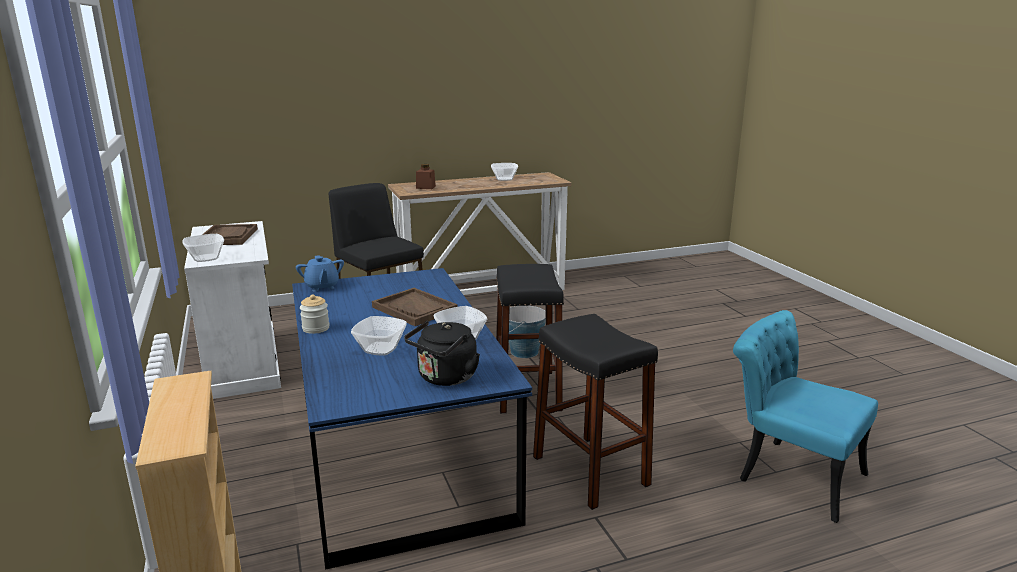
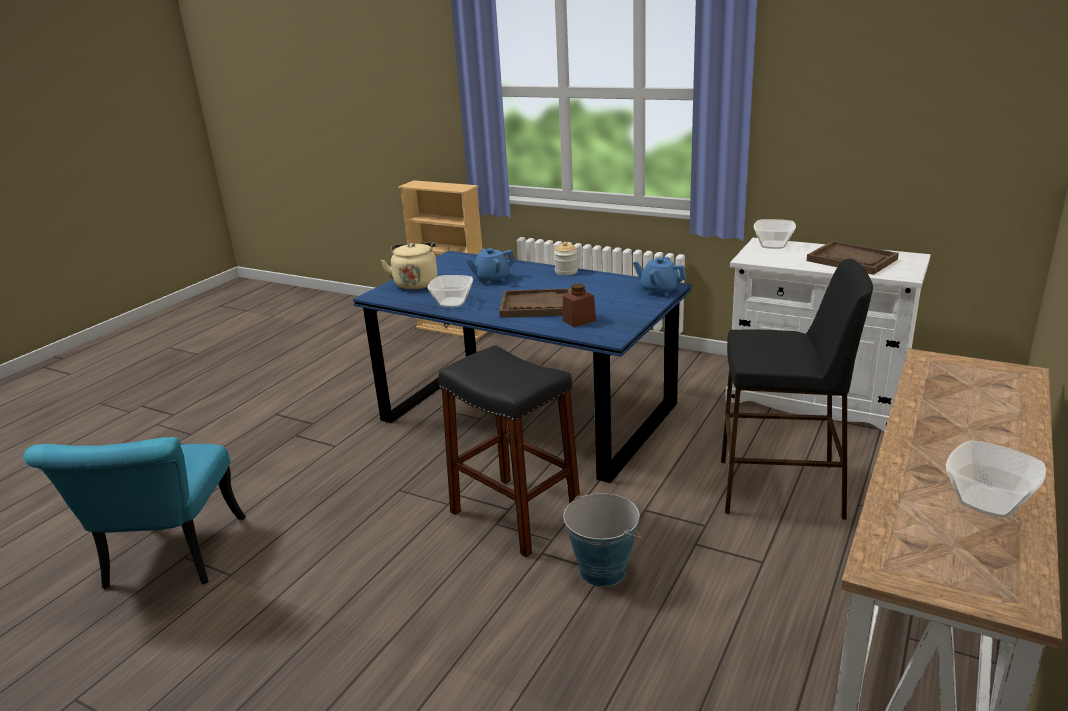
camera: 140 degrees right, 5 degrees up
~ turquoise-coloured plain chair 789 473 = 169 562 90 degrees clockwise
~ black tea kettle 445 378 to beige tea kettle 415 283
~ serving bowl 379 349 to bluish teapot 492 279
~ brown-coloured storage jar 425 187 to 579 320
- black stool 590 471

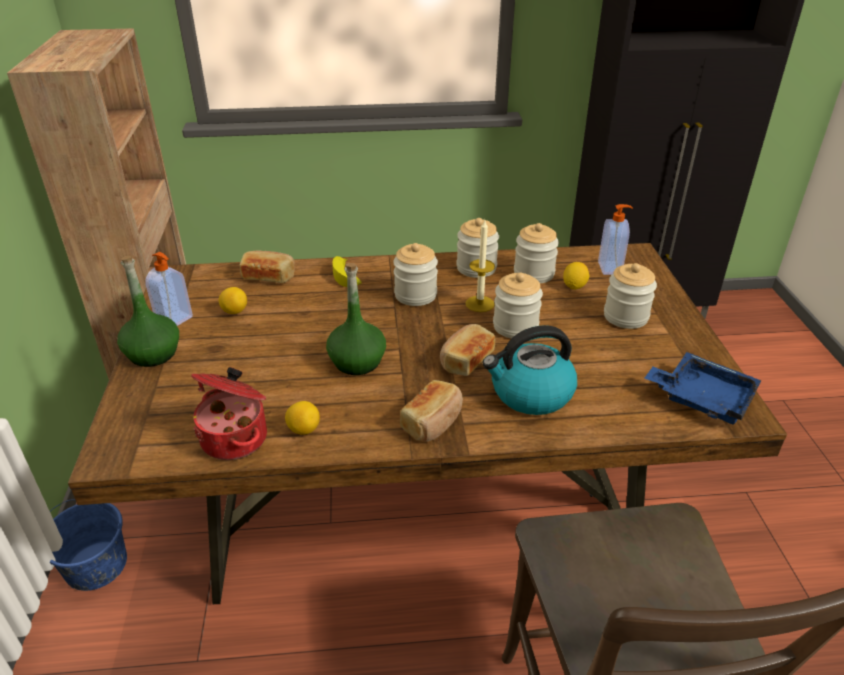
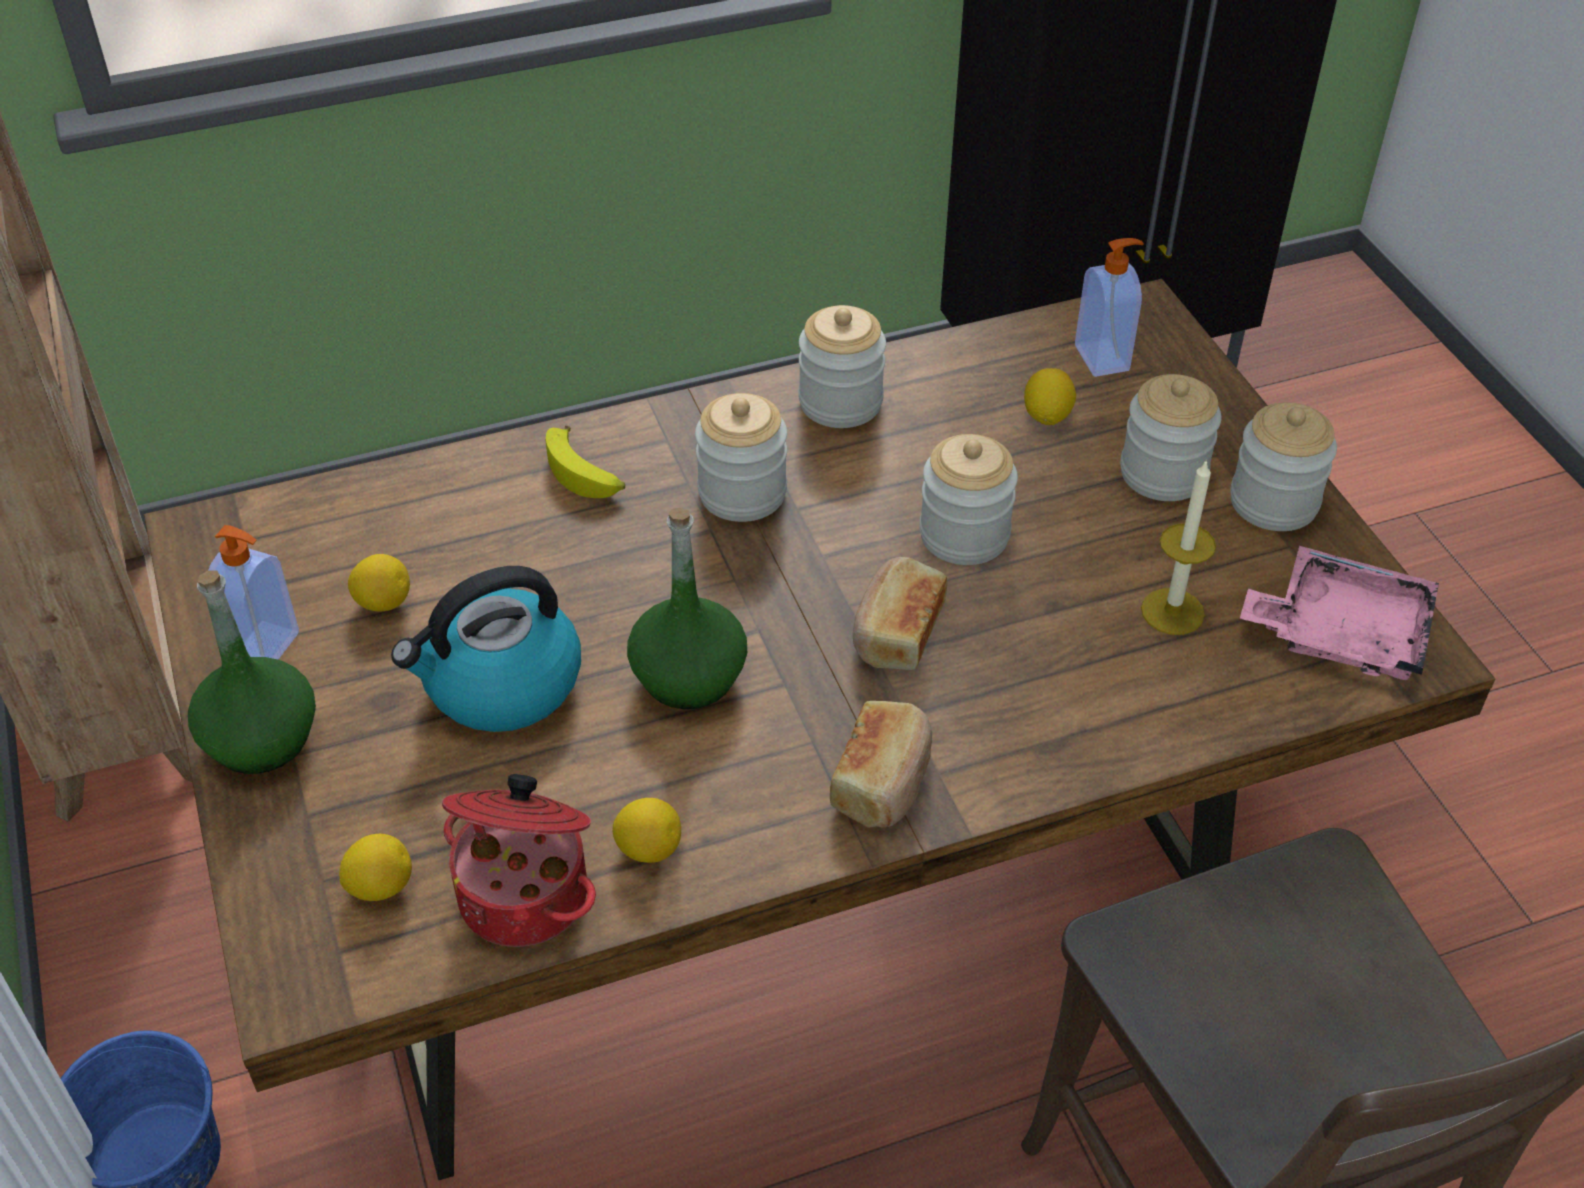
camera: 15 degrees left, 10 degrees up
+ lemon 380 886
~ tea kettle 530 393 to 501 685
~ wax light 480 304 to 1172 611
~ storage jar 534 273 to 1273 502
~ bluish tray 702 398 to pink-coloured tray 1341 632
- bakery bread 269 276

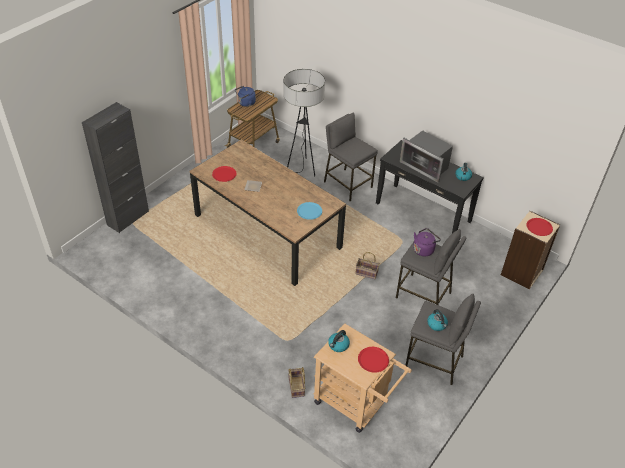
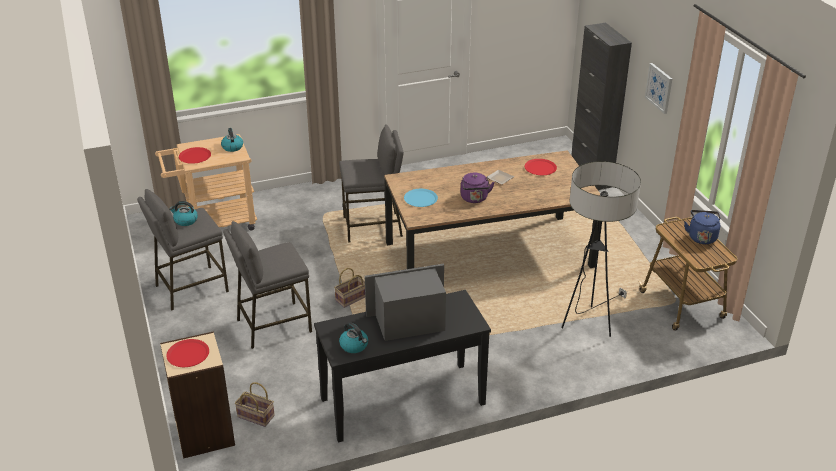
camera: 125 degrees right, 10 degrees down
~ household basket 297 387 to 254 416
~ greyish stool 347 184 to 373 228
~ purple tea kettle 424 249 to 474 199
+ wall art 659 88

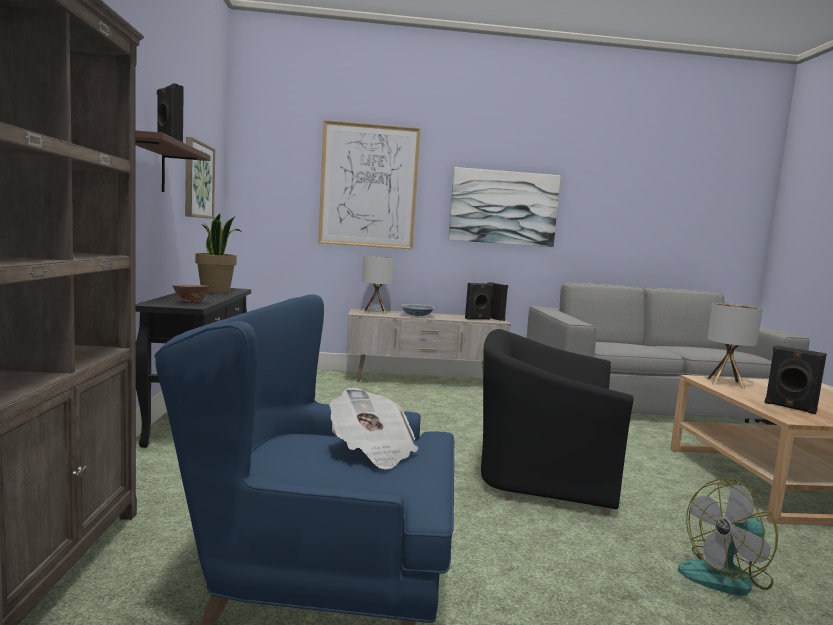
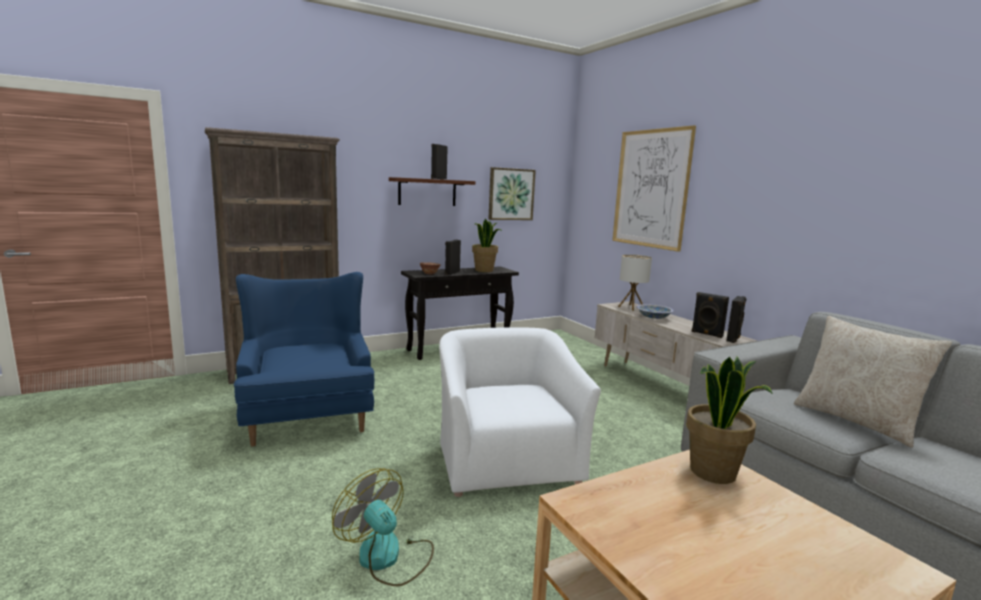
camera: 65 degrees right, 5 degrees up
~ black easy chair 541 474 to white easy chair 506 461
~ black audio speaker 789 407 to 451 273
~ tabletop lamp 725 383 to potted plant 713 472
+ beige throw pillow 856 421
- daily paper 372 450
- wall art 503 207

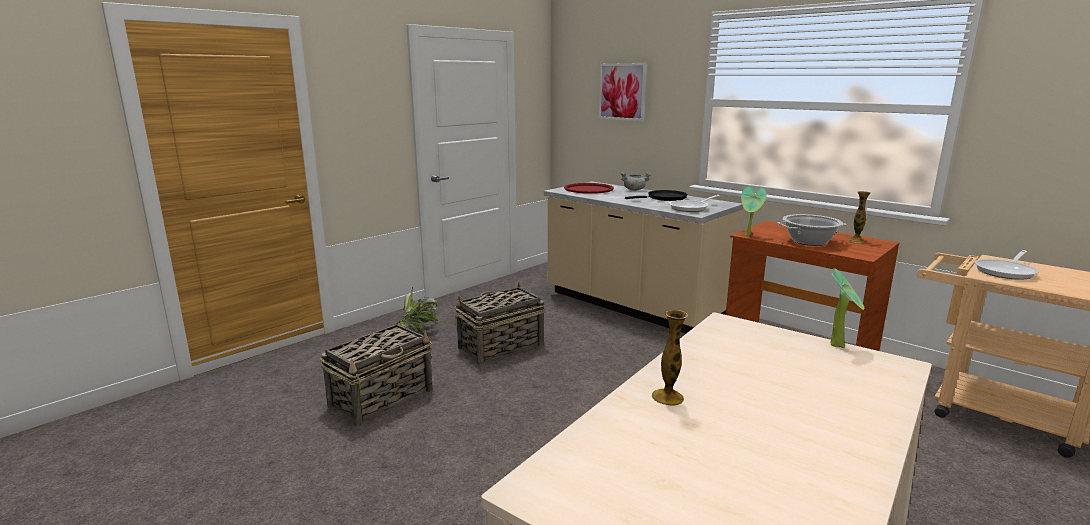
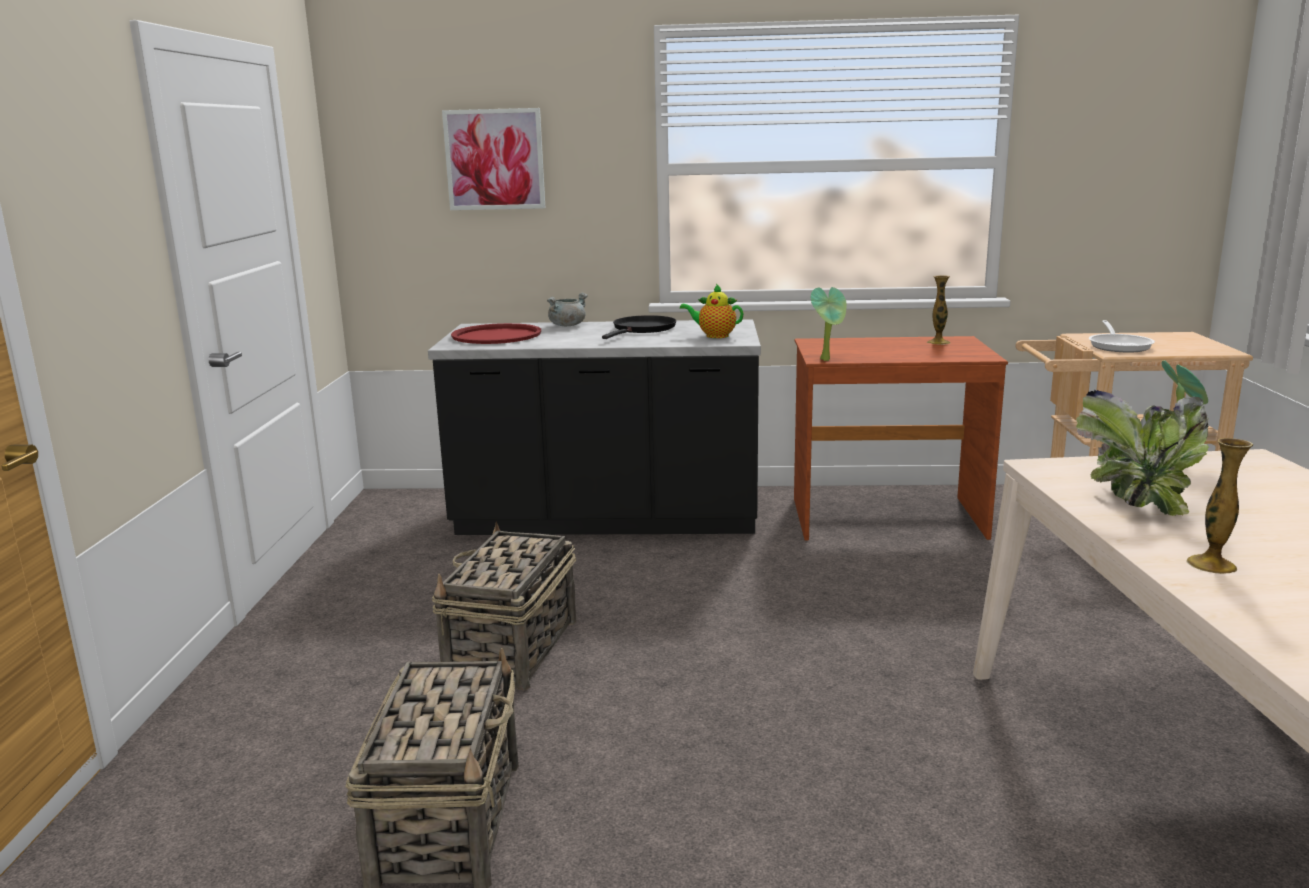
camera: 40 degrees left, 0 degrees up
~ beige kitchen counter 633 306 to black kitchen counter 607 520
~ frying pan 691 208 to teapot 714 336
~ potted plant 418 331 to 1140 502
- stockpot 809 241

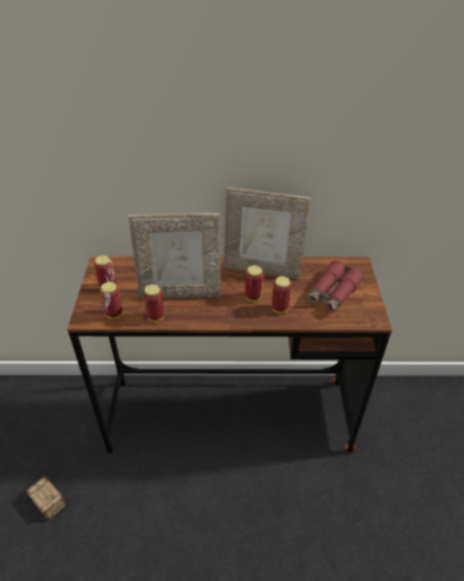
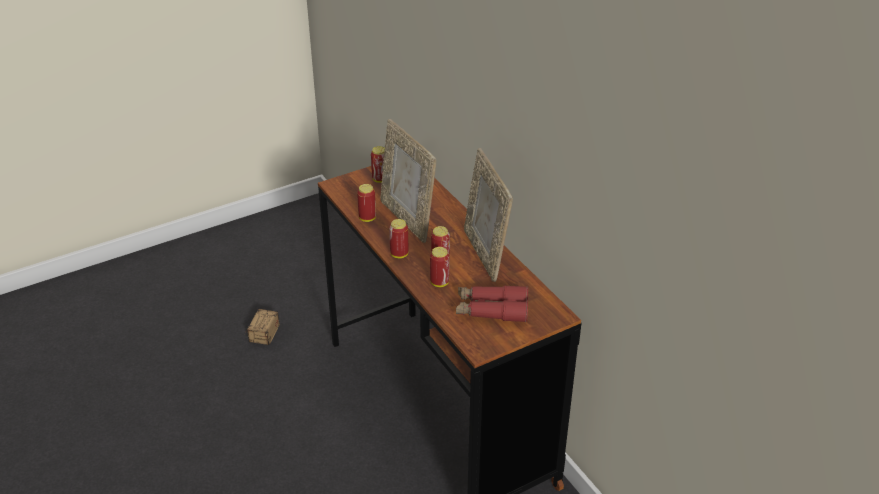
camera: 60 degrees right, 5 degrees down
~ sealed can 114 314 to 399 254

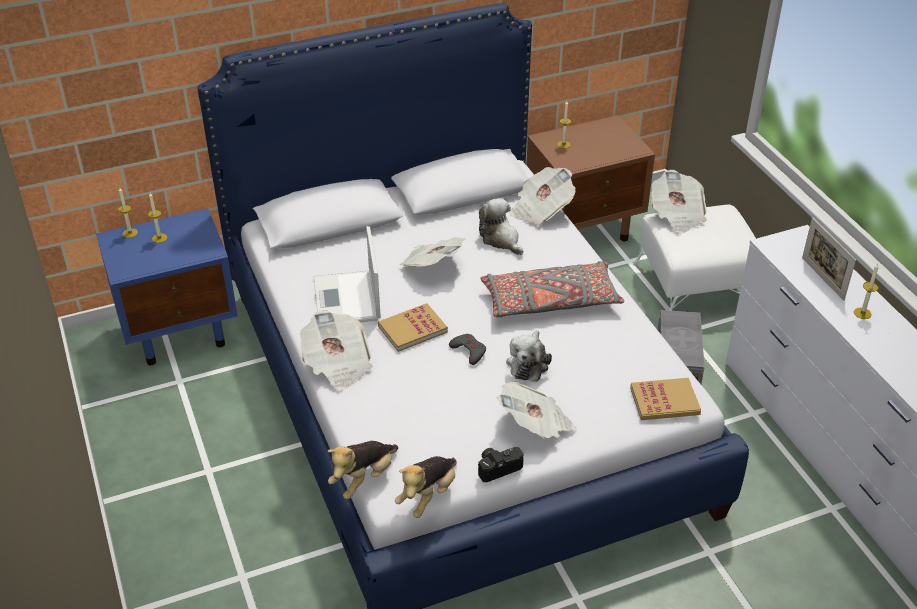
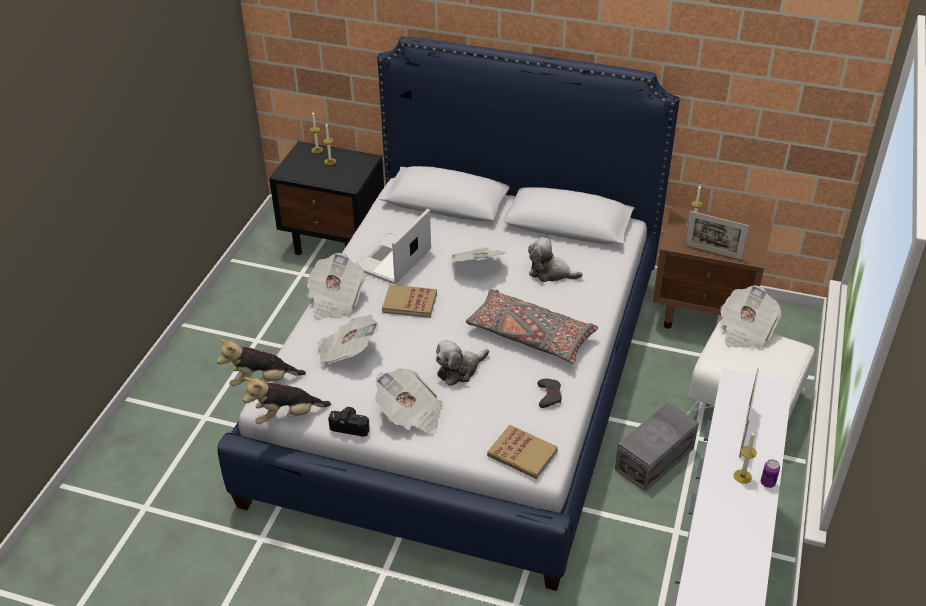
camera: 40 degrees right, 0 degrees up
~ bluish bedside table 181 332 to black bedside table 335 242
~ daily paper 540 210 to 347 352
~ cuddly toy 501 239 = 550 272 75 degrees counterclockwise
~ greyish game controller 469 351 to 549 395
+ photo frame 713 252
+ sealed can 767 483

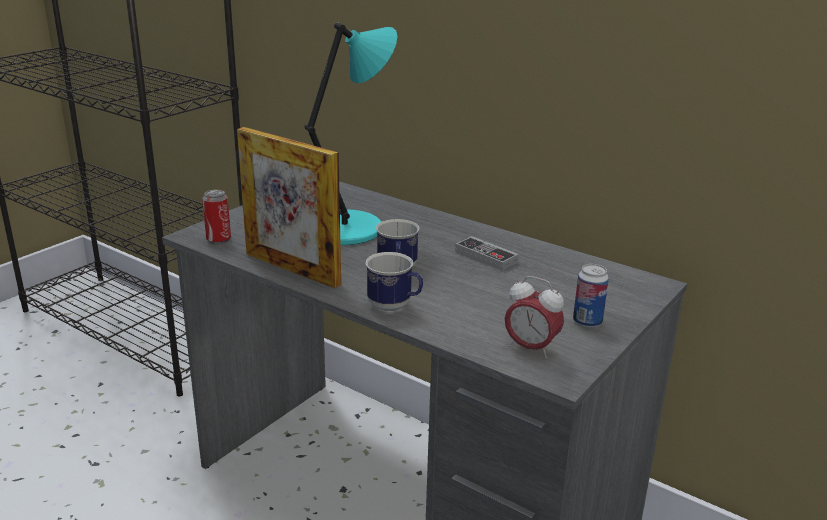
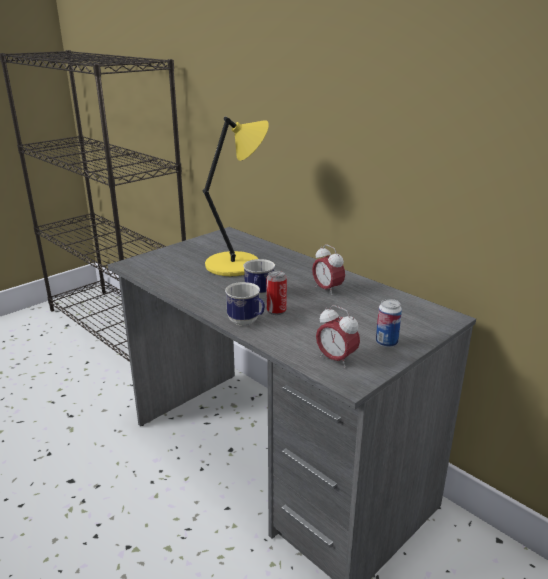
camera: 10 degrees right, 0 degrees up
~ turquoise-coloured tabletop lamp 348 228 to yellow tabletop lamp 236 264
~ sealed can 218 239 to 276 311
~ game controller 486 256 to bedside clock 327 290
- photo frame 292 269

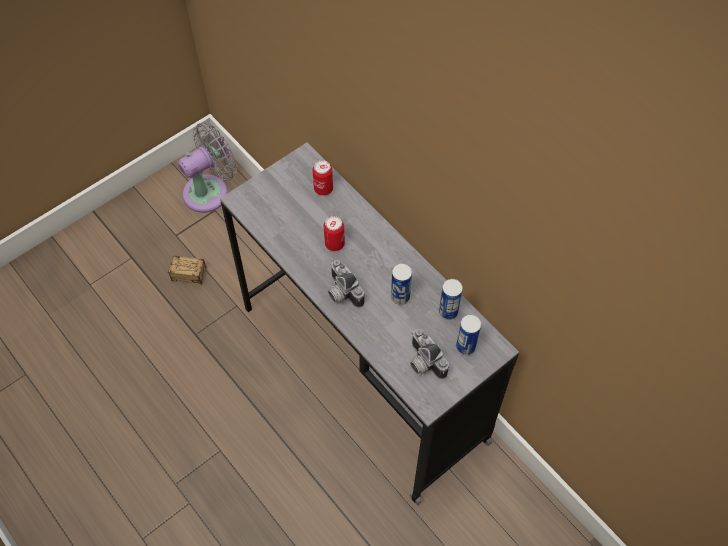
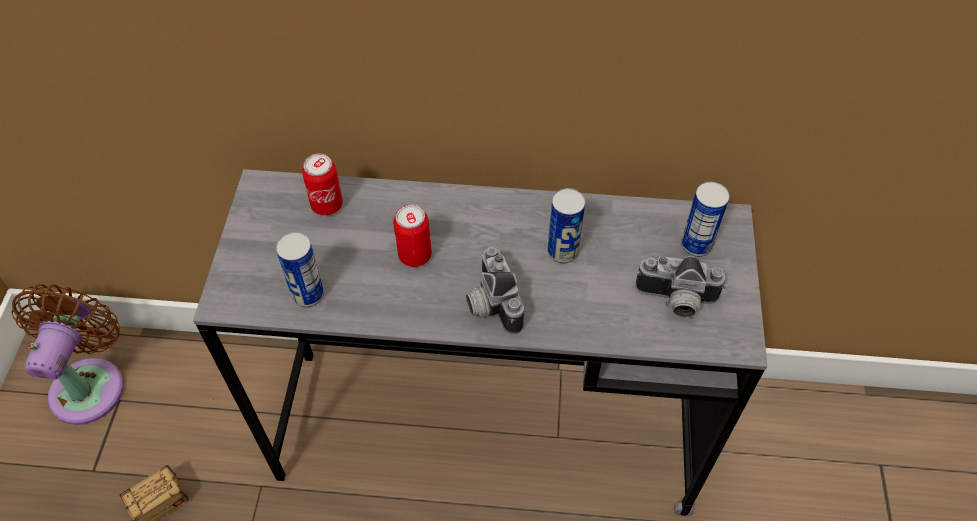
camera: 45 degrees left, 5 degrees down
~ greyish cooling fan 210 191 to brown-coloured cooling fan 90 383
~ sealed can 448 312 to 308 295
~ still camera 341 292 = 490 304 60 degrees clockwise

